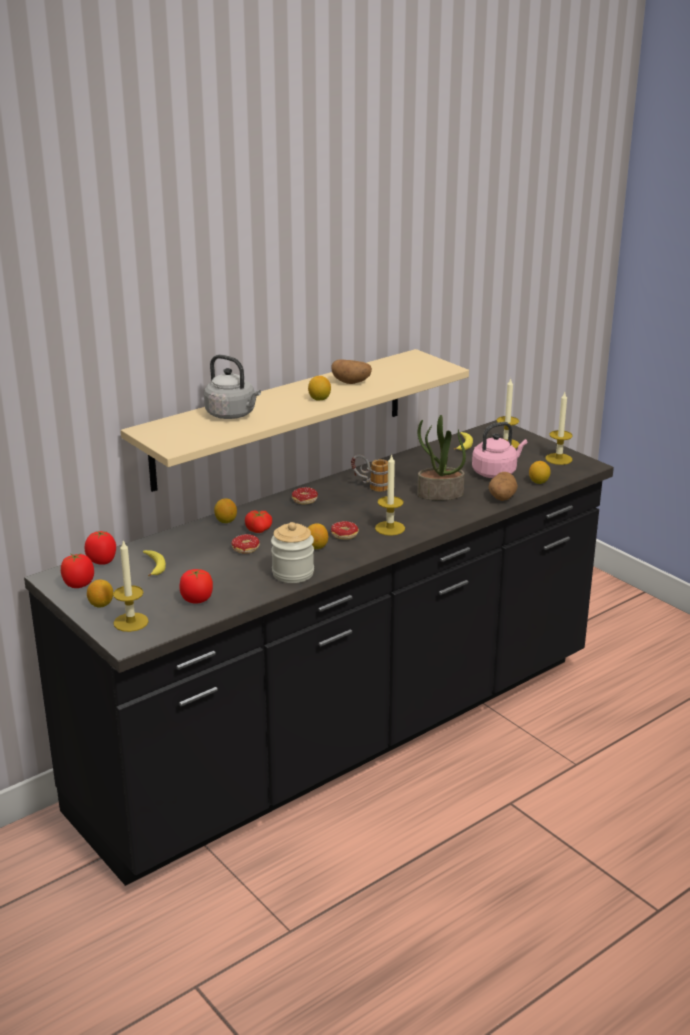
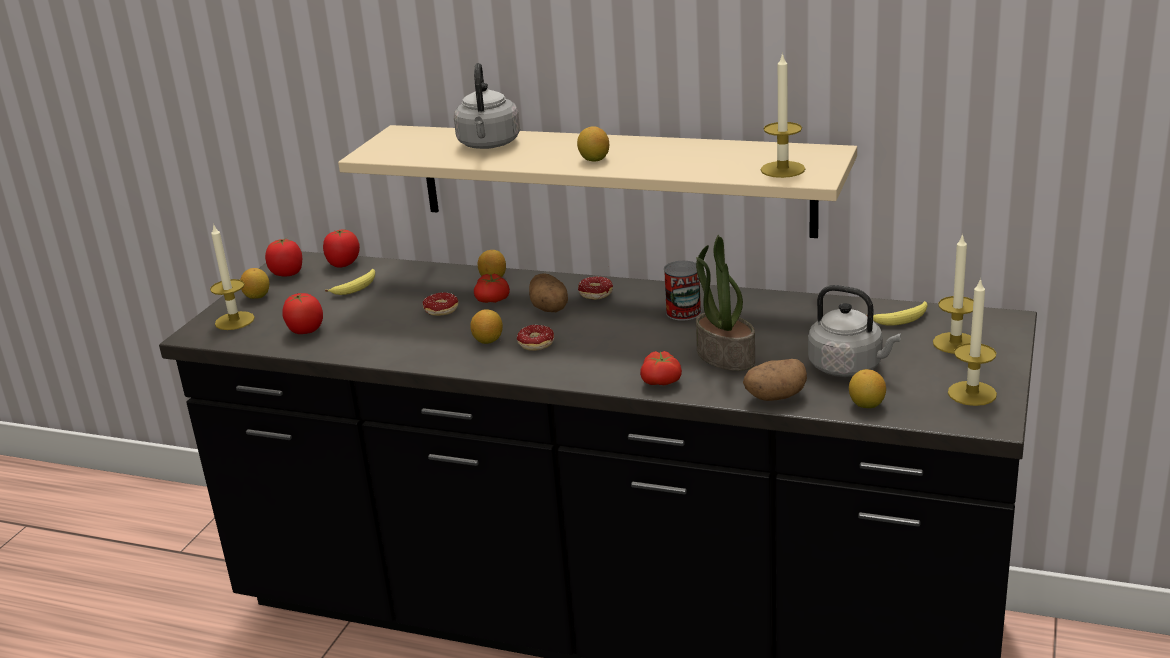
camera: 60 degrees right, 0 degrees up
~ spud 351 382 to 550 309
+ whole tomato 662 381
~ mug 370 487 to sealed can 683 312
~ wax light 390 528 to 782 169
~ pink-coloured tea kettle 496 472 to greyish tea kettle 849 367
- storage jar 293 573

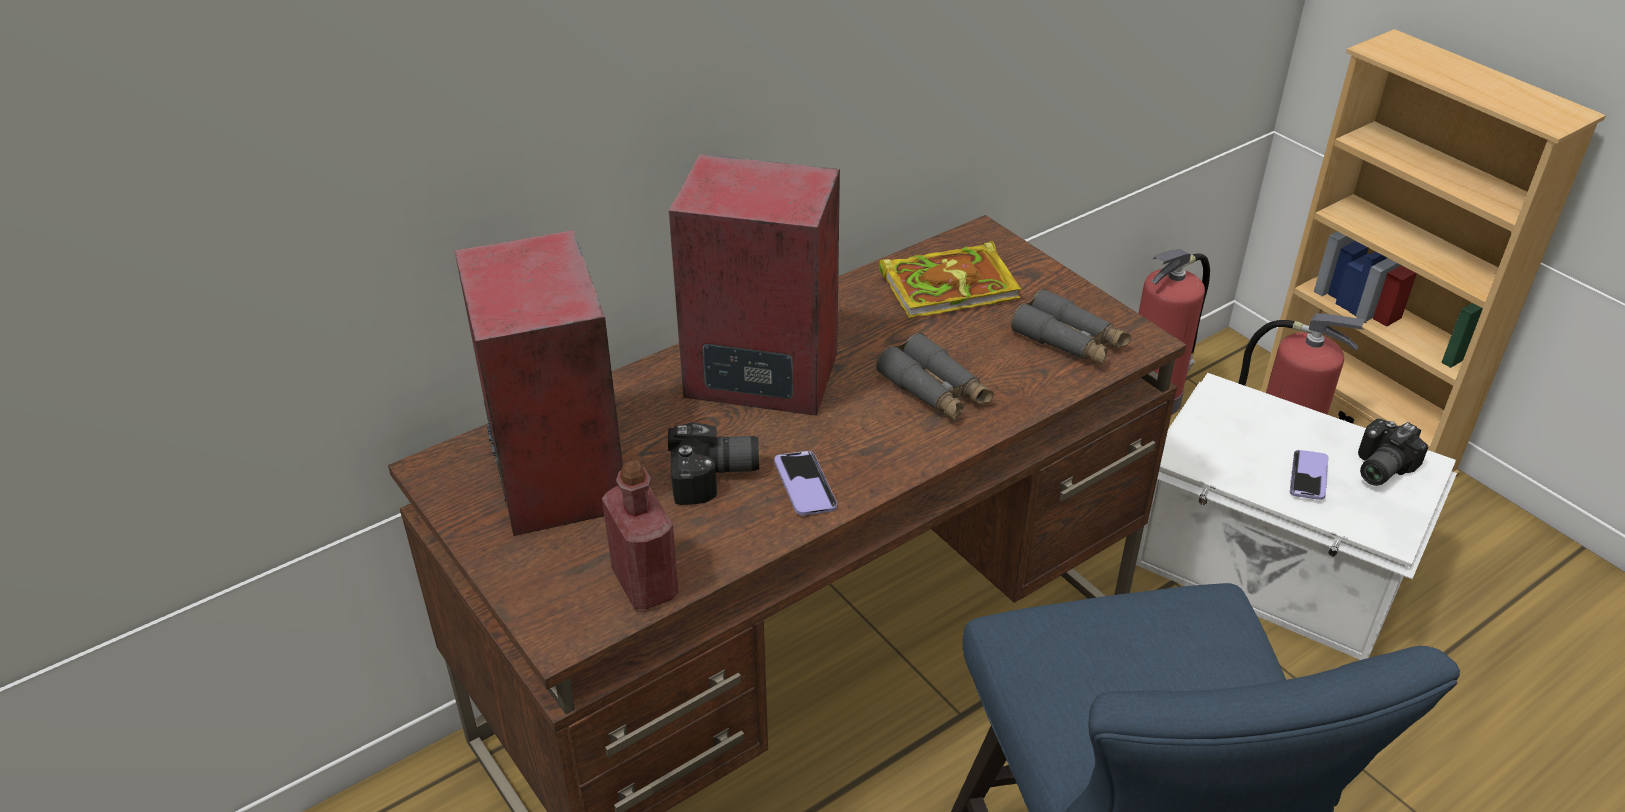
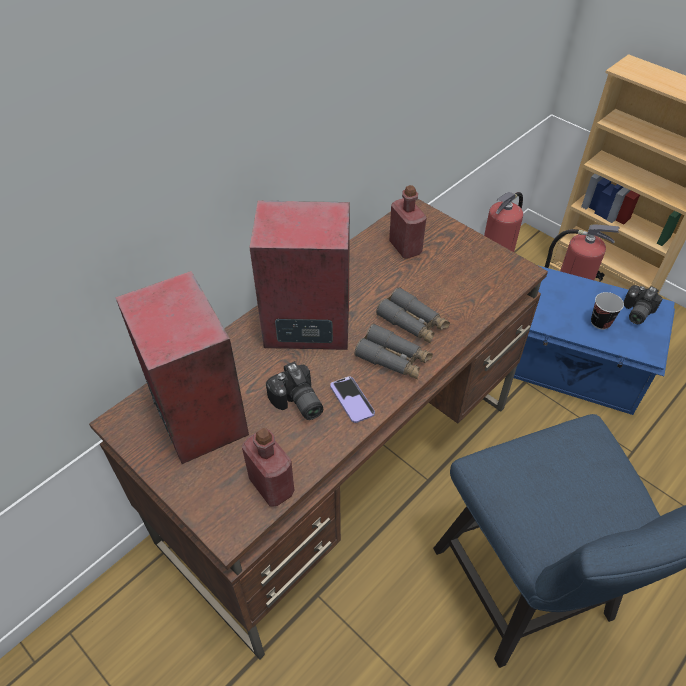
camera: 10 degrees left, 10 degrees up
~ still camera 715 478 = 296 403 75 degrees clockwise
~ greyish binoculars 1069 341 to 393 359
~ volume 952 285 to red drink bottle 405 247
~ white storage bin 1270 569 to bluish storage bin 573 367
~ handset 1308 476 to cup 600 322

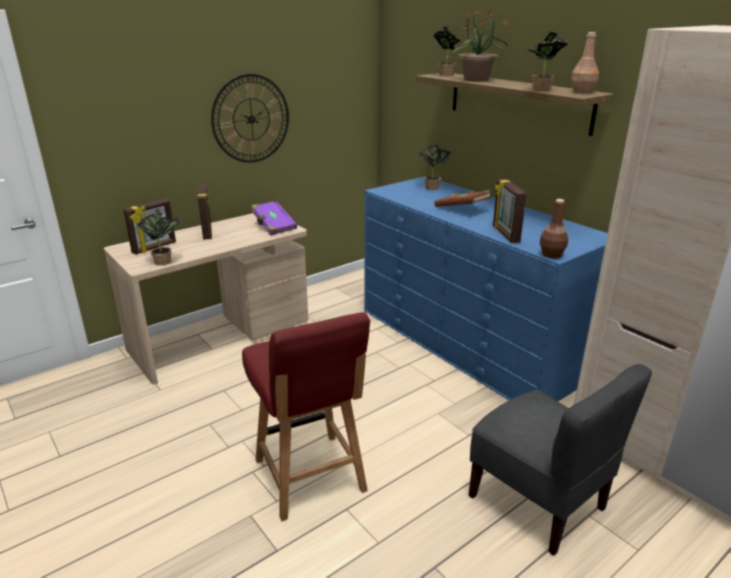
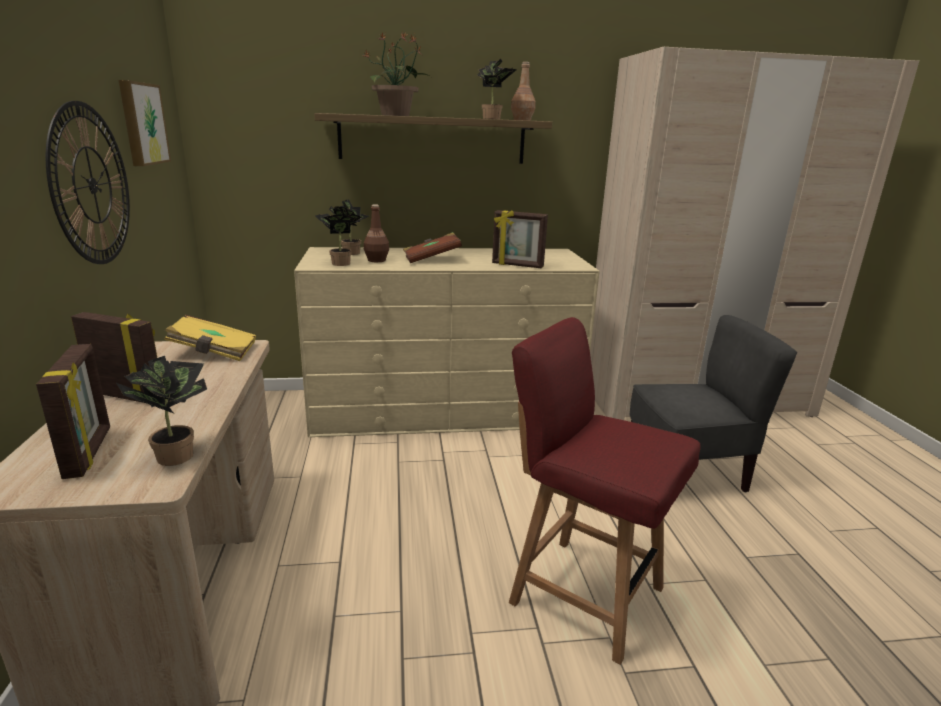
camera: 60 degrees left, 5 degrees down
+ wall art 142 124
~ purple volume 273 226 to yellow volume 214 352
~ bluish chest of drawers 467 342 to beige chest of drawers 444 409
~ potted plant 445 74 to 338 263
~ brown-coloured drink bottle 551 254 to 376 260
~ red plain chair 310 477 = 583 593 150 degrees counterclockwise

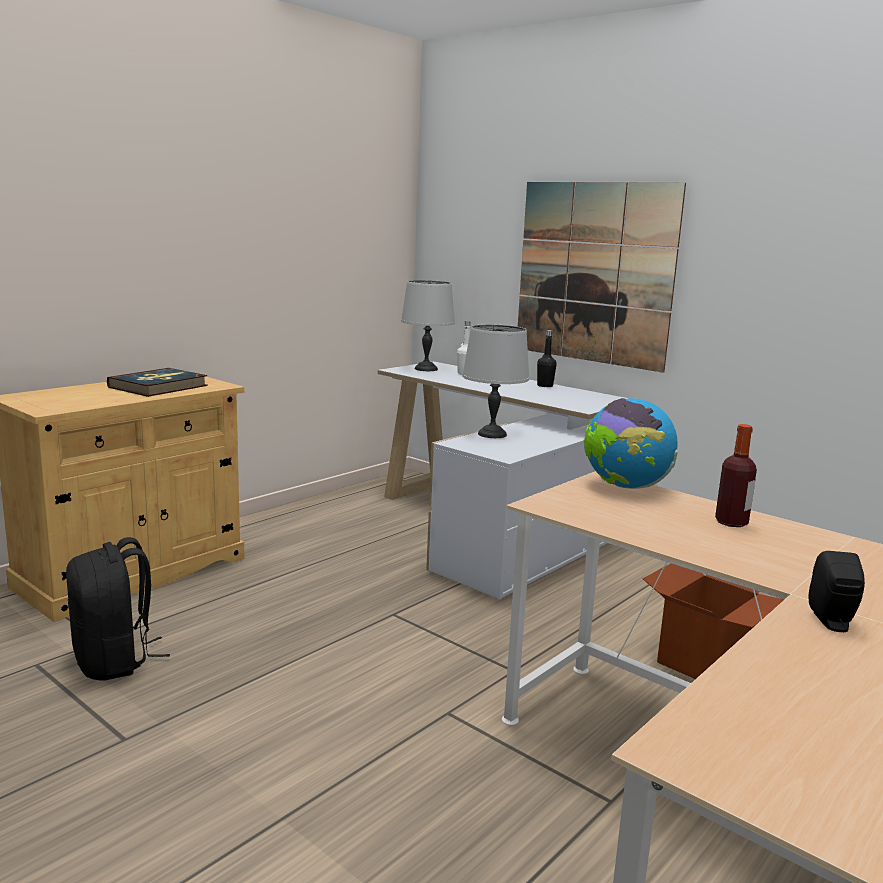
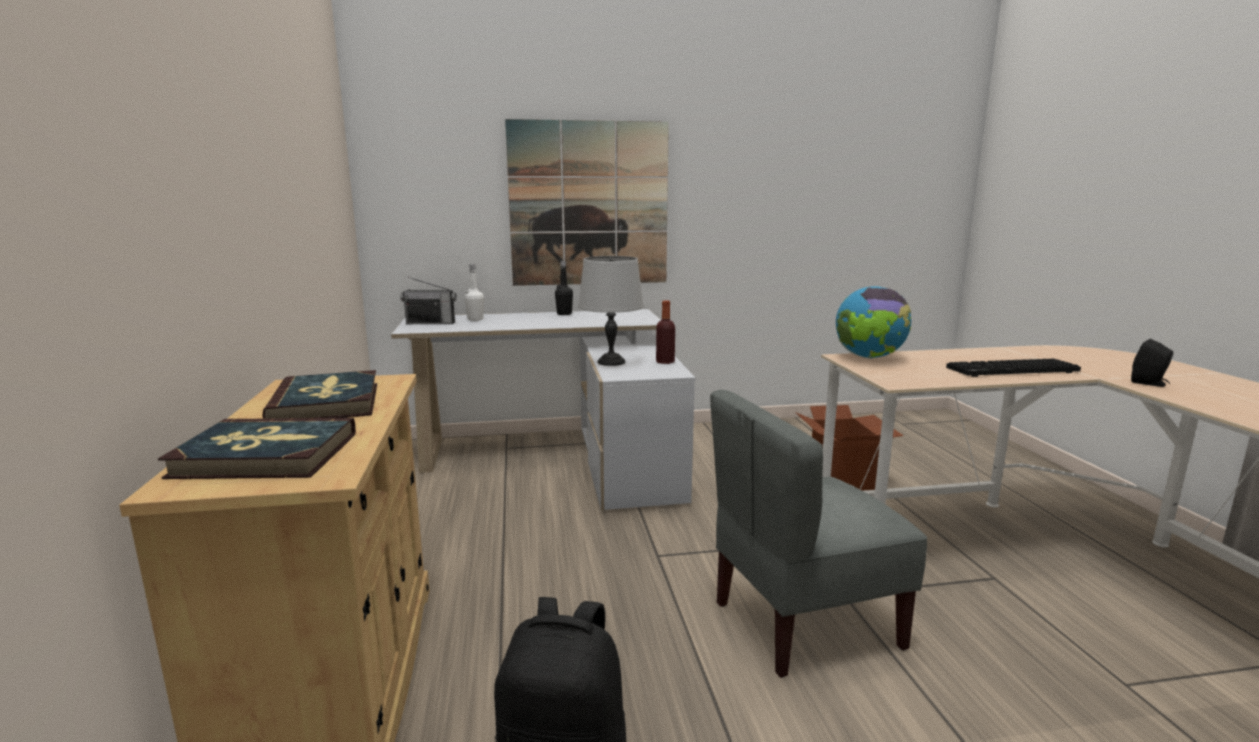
camera: 50 degrees left, 0 degrees up
+ volume 266 455
~ greyish tabletop lamp 426 369 to radio set 431 323
~ drink bottle 731 522 to 665 362
+ greyish plain chair 804 624
+ keyboard 1012 370

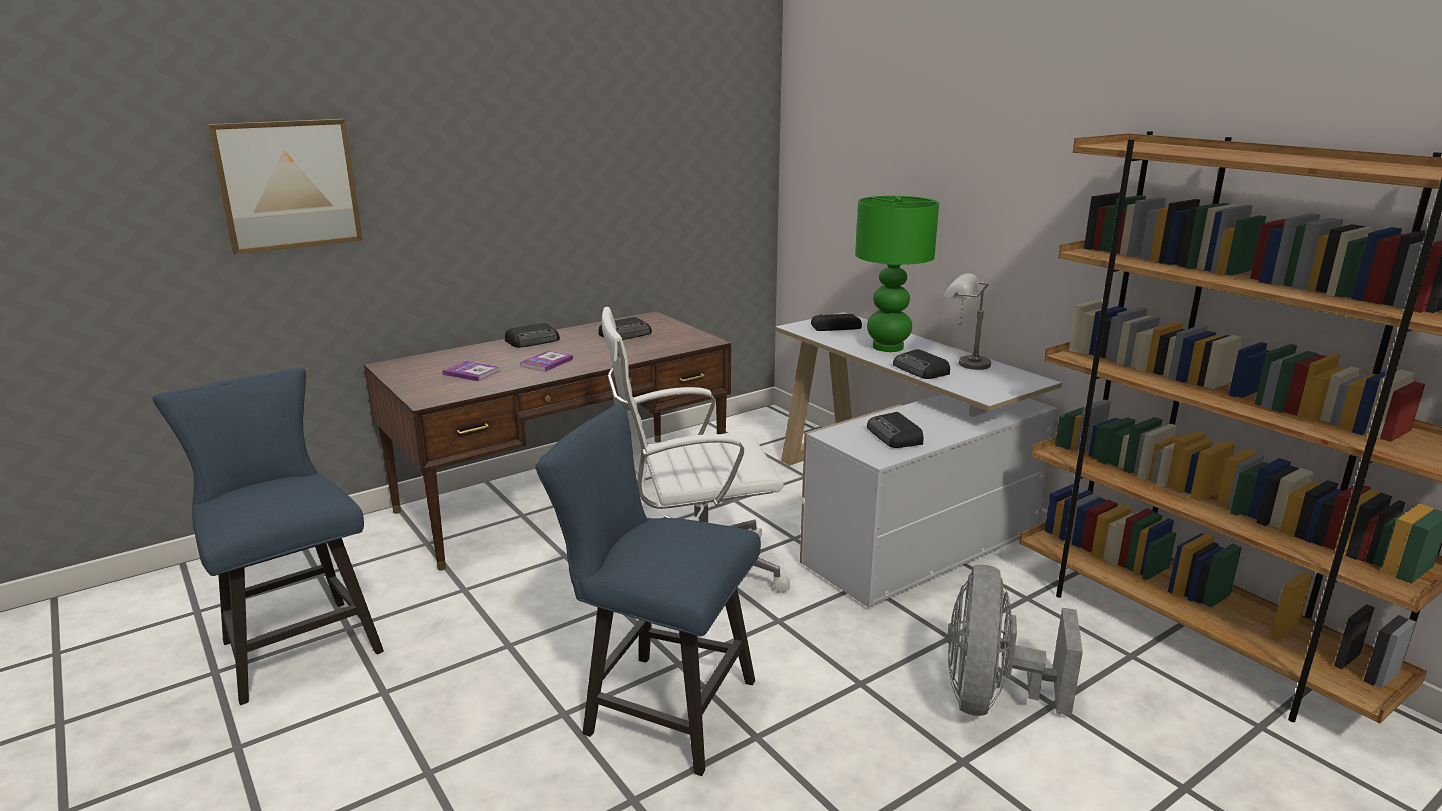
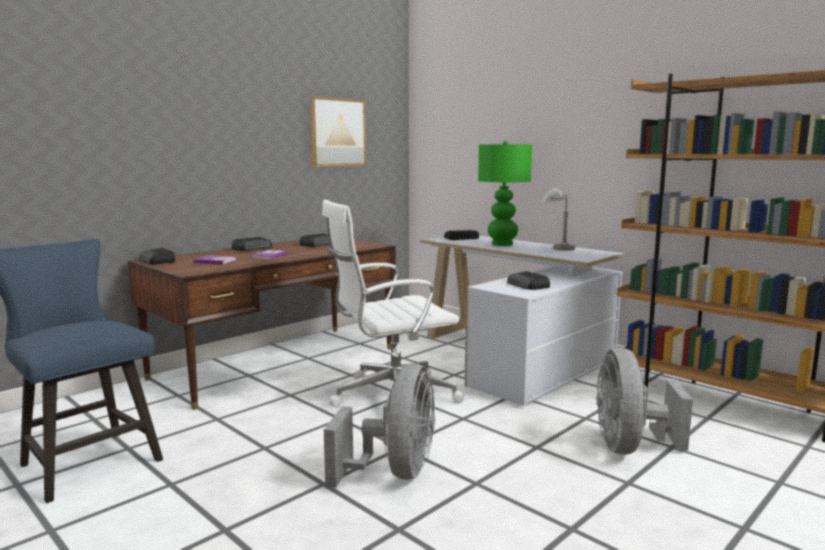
camera: 10 degrees left, 10 degrees down
~ radio set 921 370 to 158 261
~ wall art 288 184 to 337 132
~ bluish plain chair 658 706 to greyish cooling fan 395 472

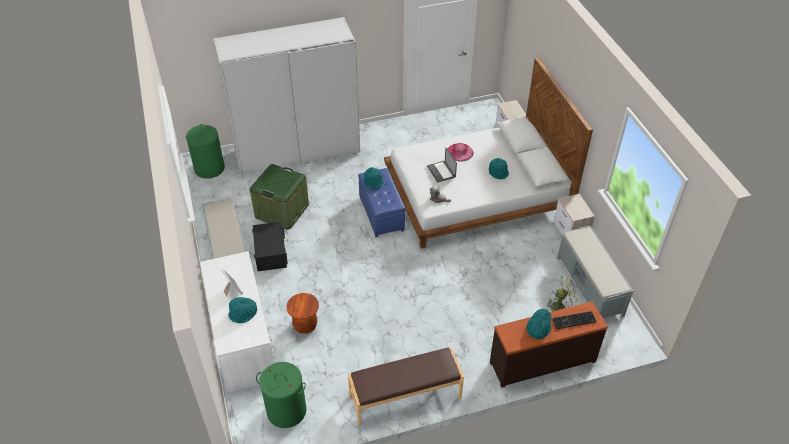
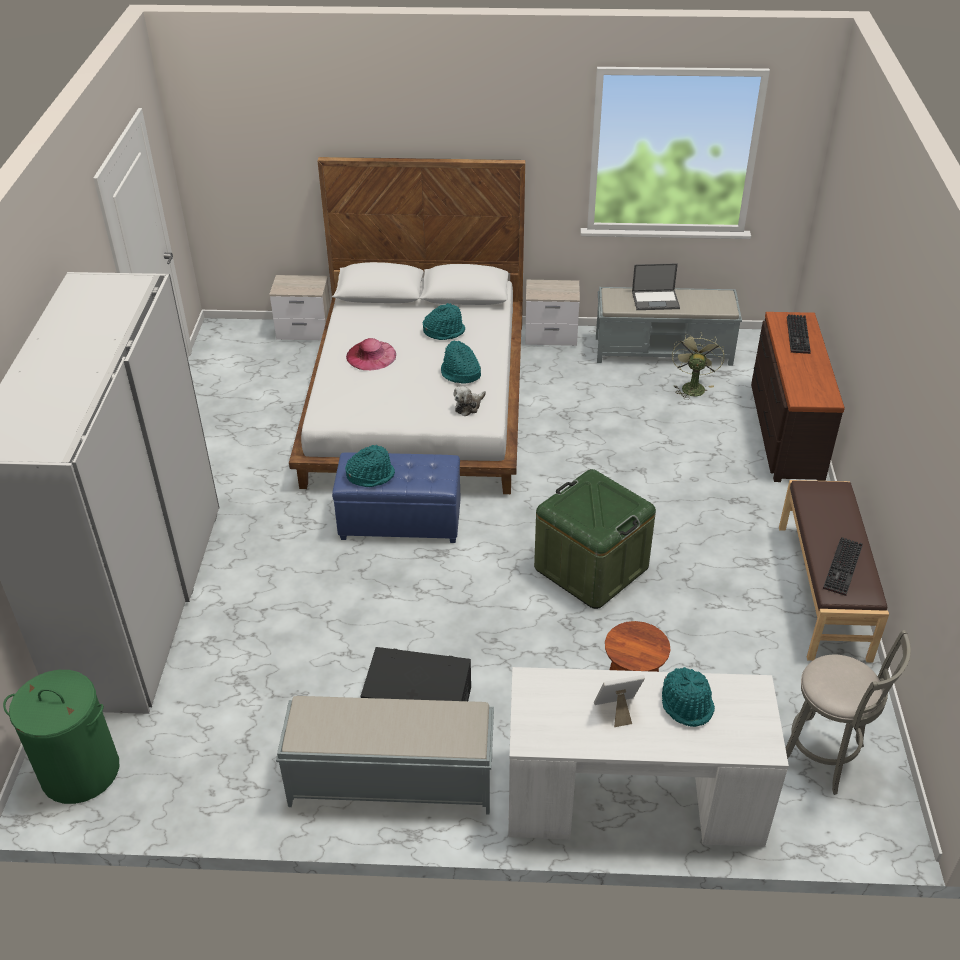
camera: 70 degrees left, 5 degrees down
~ turquoise-coloured clothing hat 538 328 to 460 374
~ green-coloured storage bin 282 211 to 591 568
~ portable computer 441 172 to 656 300
~ green-coloured laundry basket 286 411 to greyish stool 825 757
+ keyboard 844 568

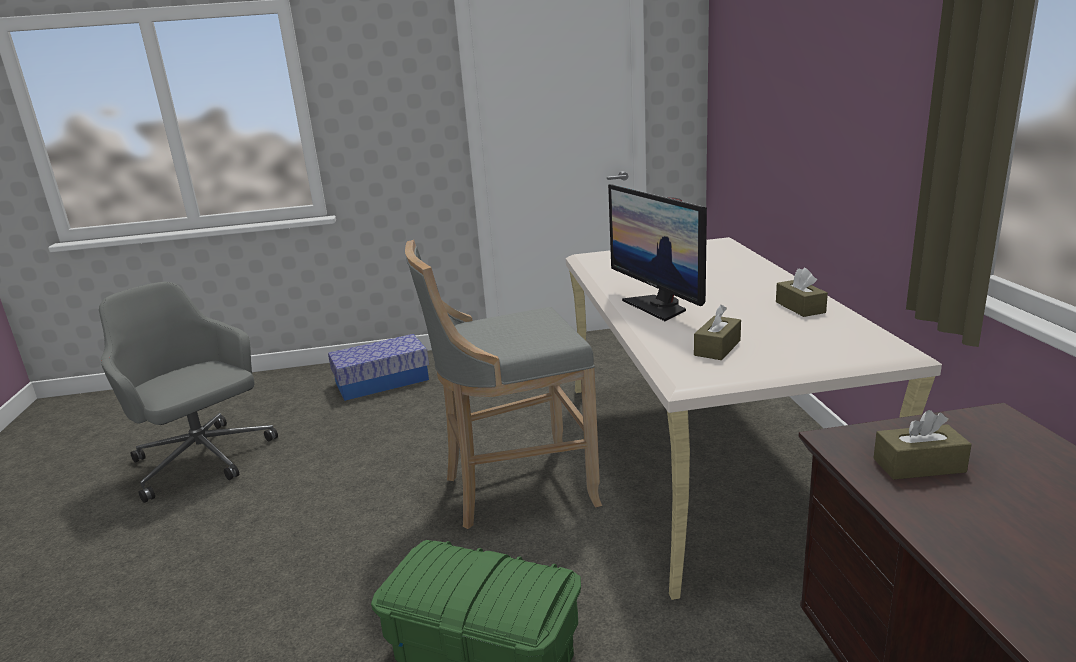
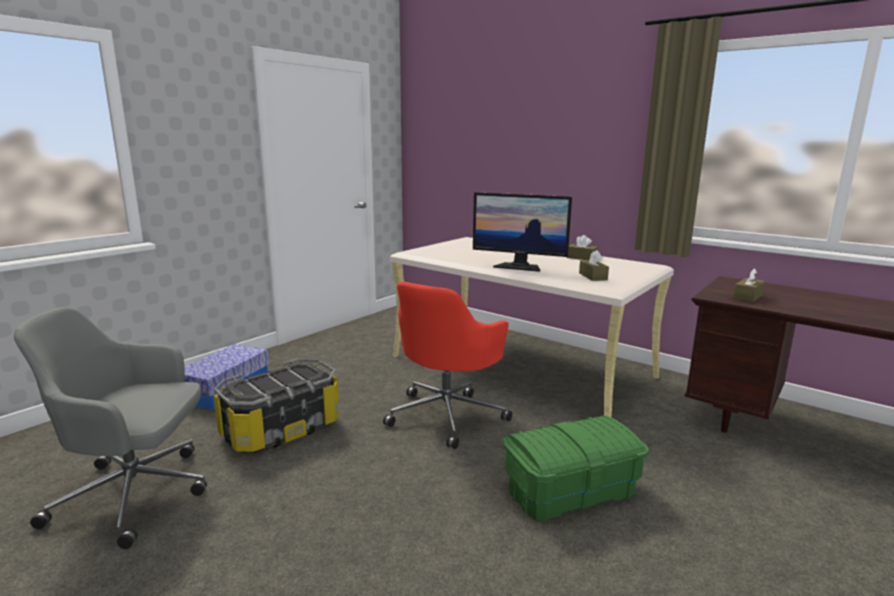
camera: 45 degrees left, 5 degrees down
+ storage bin 281 429
~ greyish stool 514 489 to red desk chair 447 415

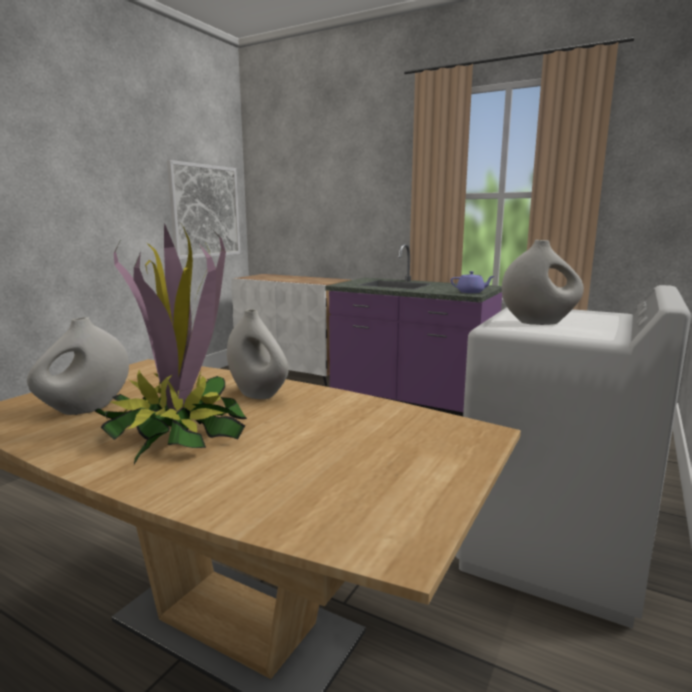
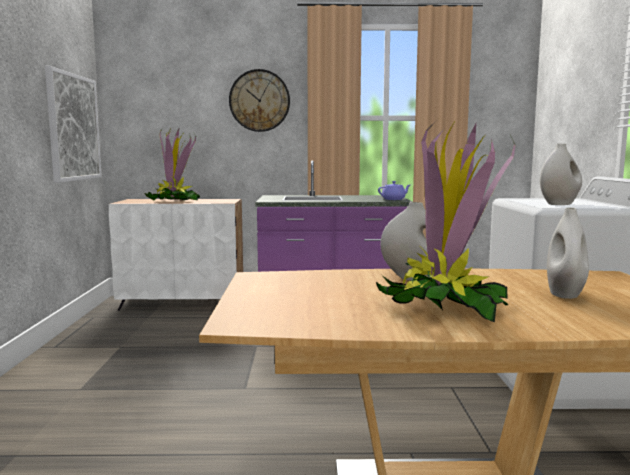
camera: 30 degrees left, 5 degrees down
+ potted plant 174 201
+ clock on the wall 259 100
~ white decorative vase 85 409 to 565 294

